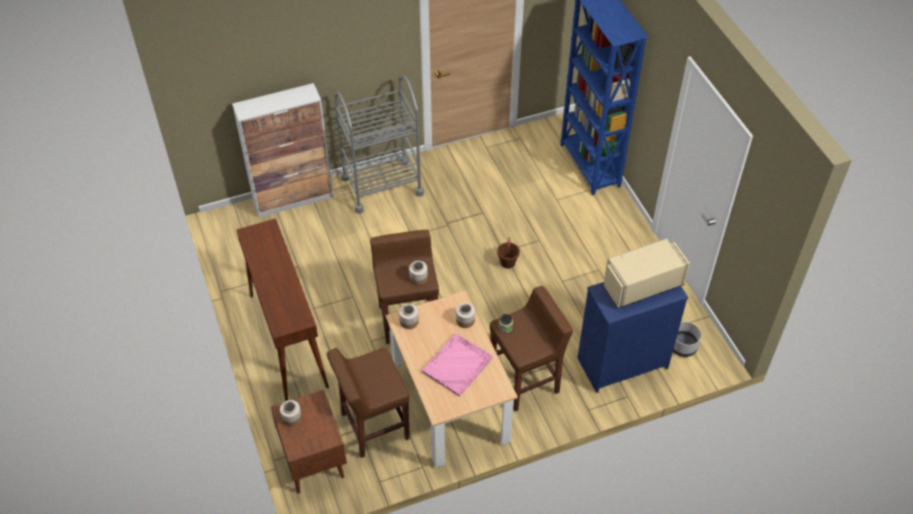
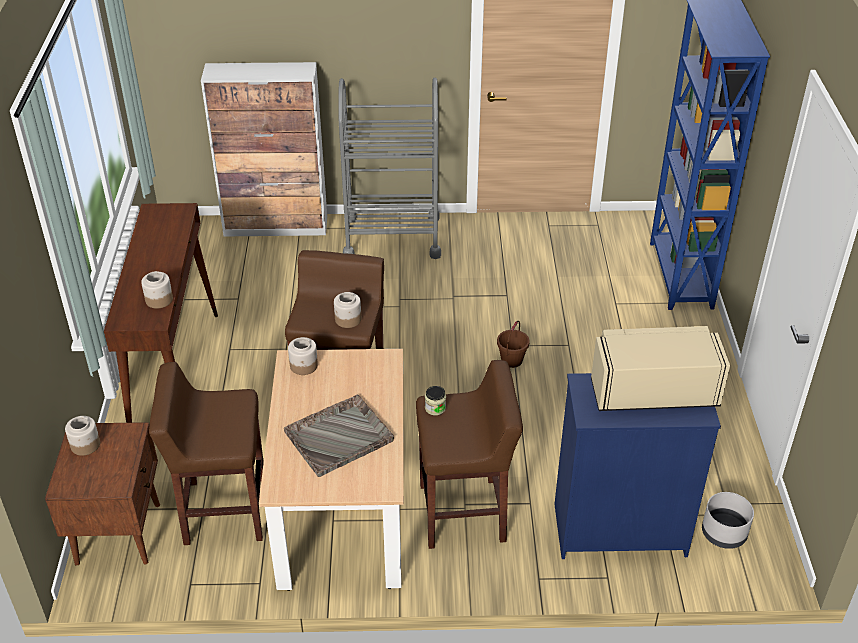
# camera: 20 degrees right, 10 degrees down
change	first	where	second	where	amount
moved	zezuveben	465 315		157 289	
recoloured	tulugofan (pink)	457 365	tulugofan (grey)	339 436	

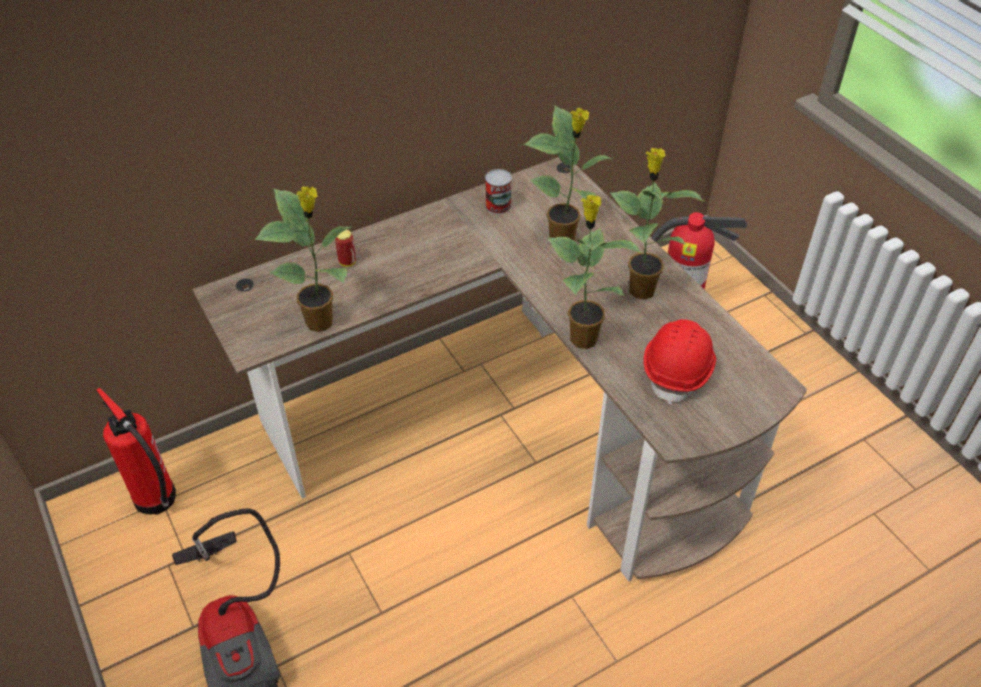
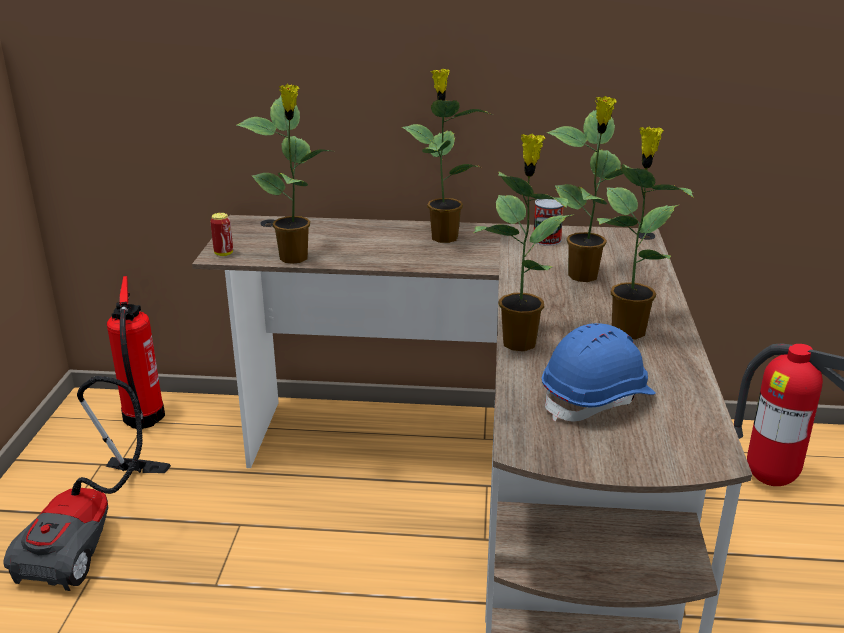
# camera: 35 degrees right, 20 degrees down
change	first	where	second	where	amount
moved	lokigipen	345 248		221 234	
recoloured	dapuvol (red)	679 362	dapuvol (blue)	599 372	
added			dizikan	447 156	

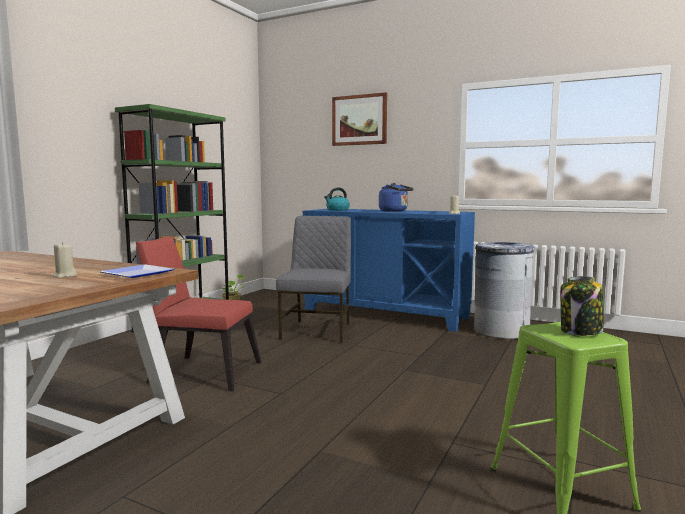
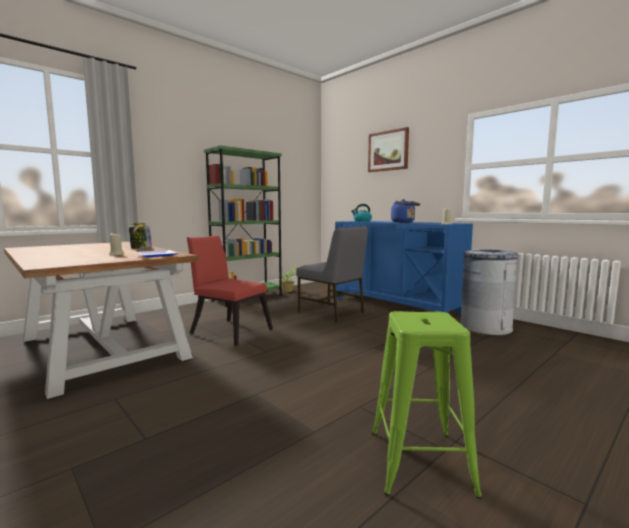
# camera: 20 degrees right, 0 degrees up
change	first	where	second	where	amount
turned	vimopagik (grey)	313 279		332 274	105 degrees clockwise
moved	zezuveben	582 306		140 236	

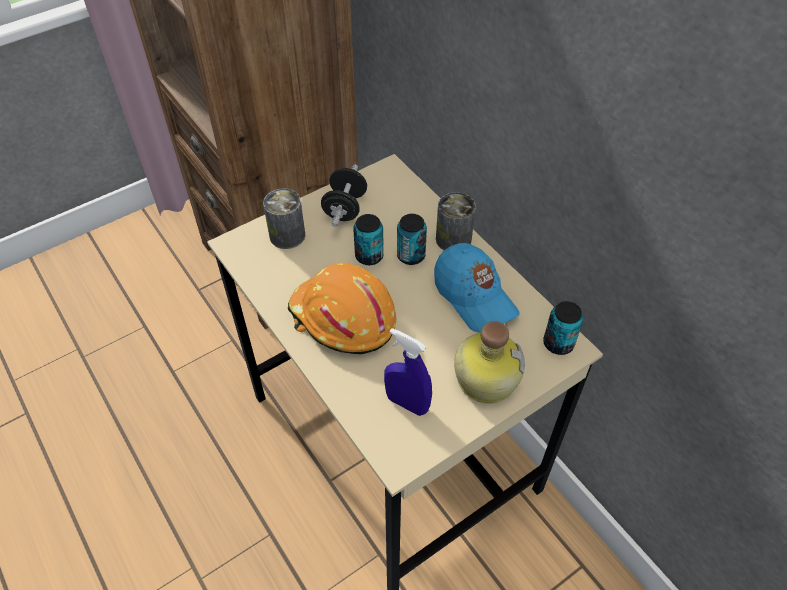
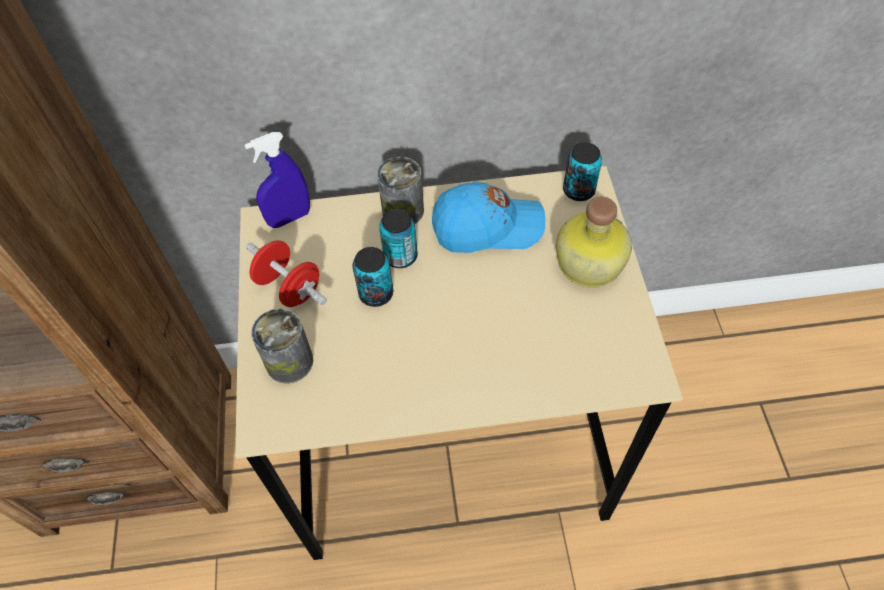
# camera: 60 degrees left, 5 degrees up
change	first	where	second	where	amount
recoloured	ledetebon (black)	344 196	ledetebon (red)	286 273	
removed	dapuvol (orange)	342 308			
moved	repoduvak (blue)	408 372		277 180	

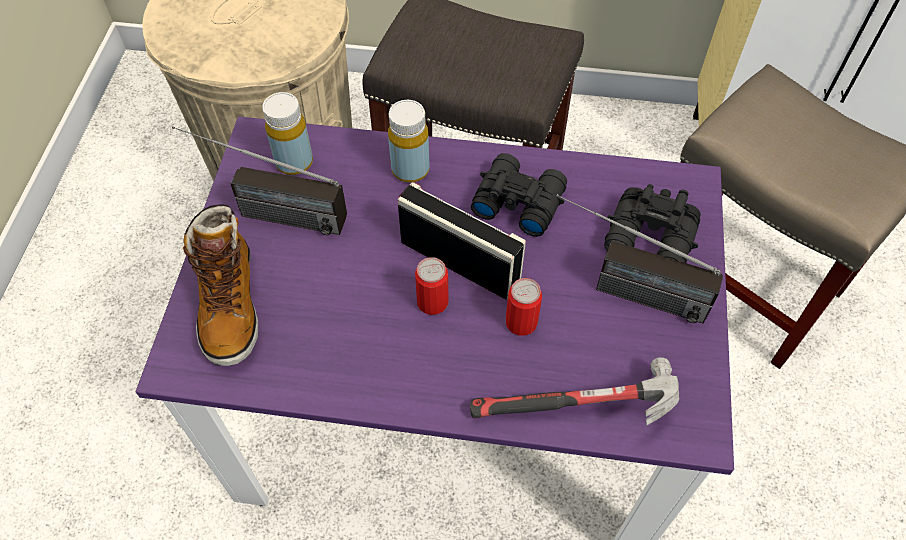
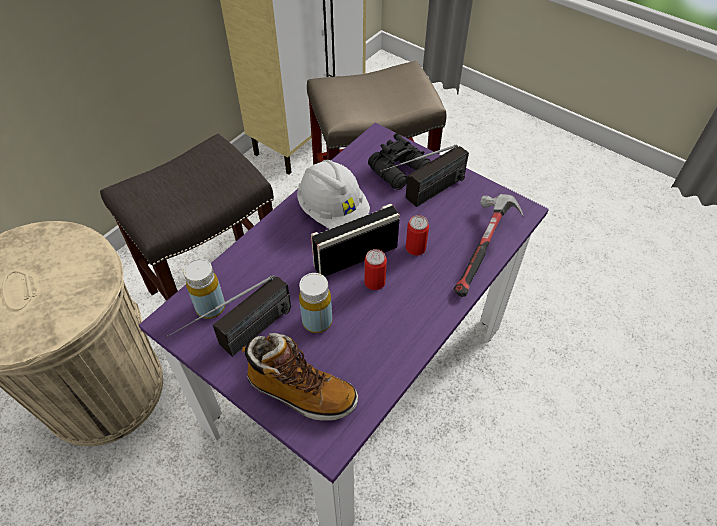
# camera: 60 degrees left, 5 degrees down
change	first	where	second	where	amount
moved	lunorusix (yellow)	409 141		315 303	
replaced	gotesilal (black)	519 195	dapuvol (white)	333 194	

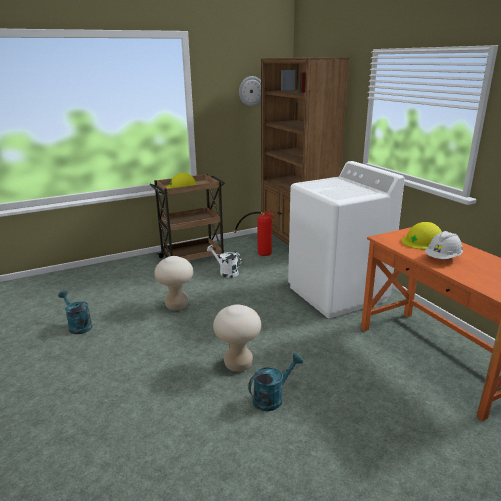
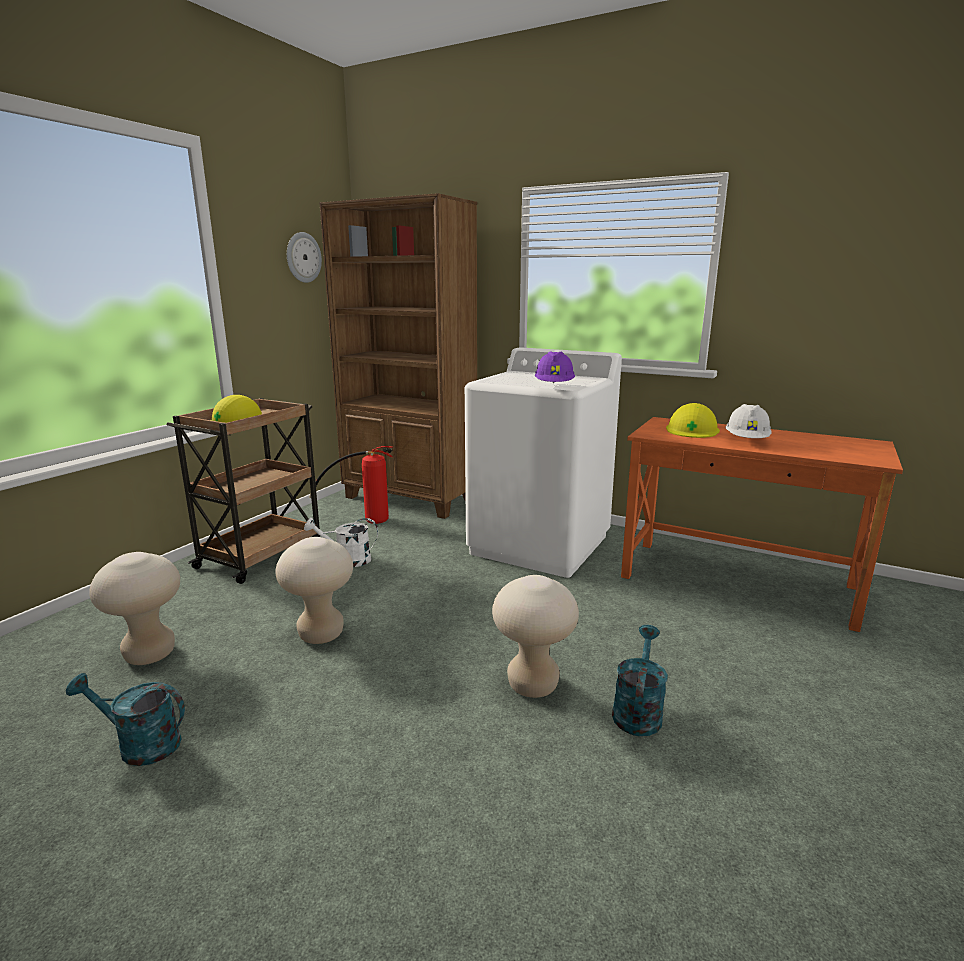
# camera: 35 degrees left, 5 degrees down
change	first	where	second	where	amount
added			dapuvol (purple)	554 367	
added			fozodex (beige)	134 608	

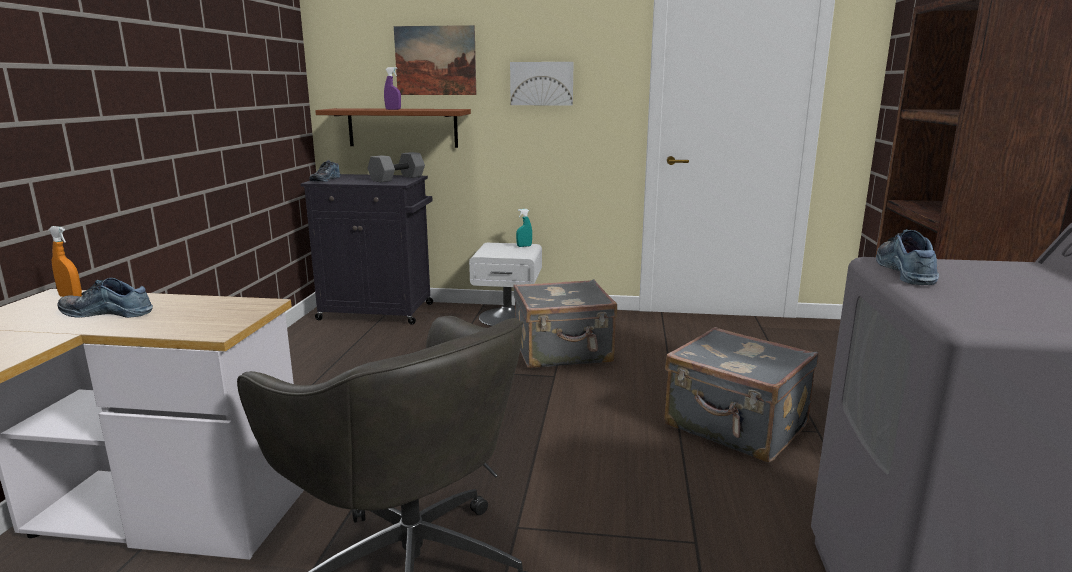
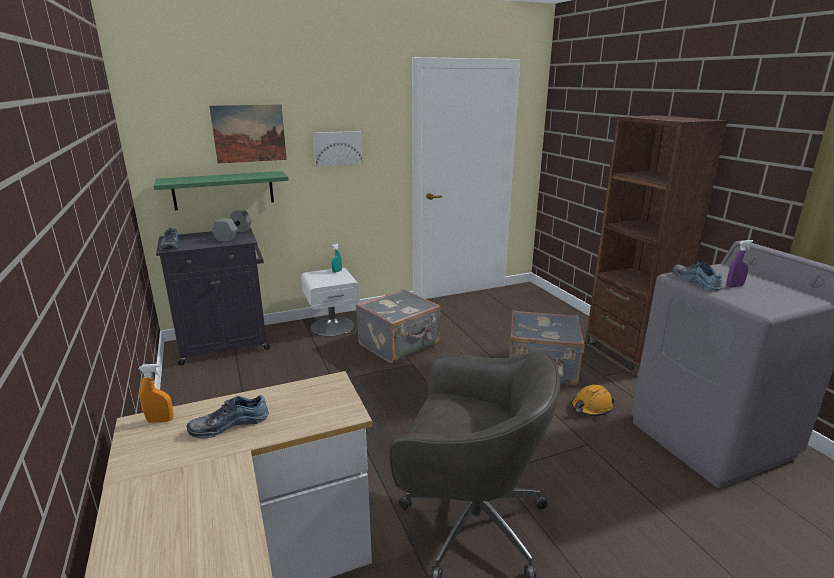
# camera: 30 degrees left, 5 degrees up
change	first	where	second	where	amount
moved	repoduvak (purple)	392 88		739 264	
recoloured	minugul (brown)	393 128	minugul (green)	221 190	
added			dapuvol (orange)	593 400	

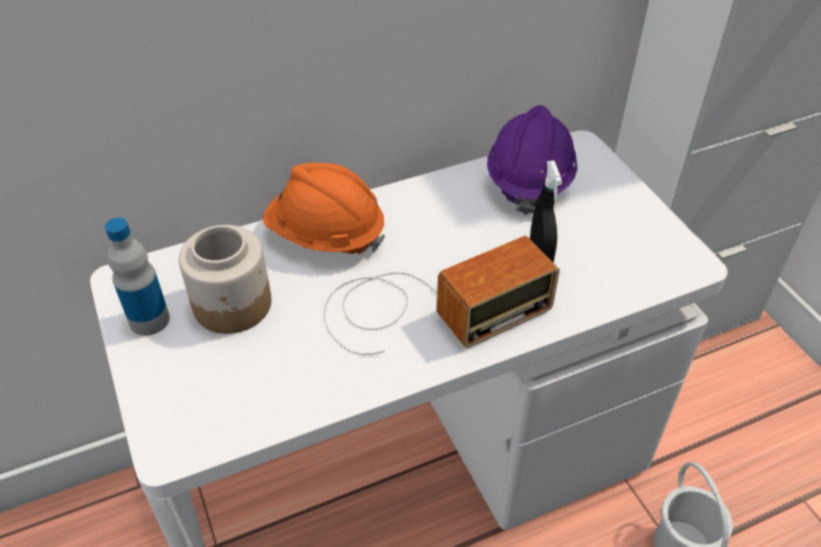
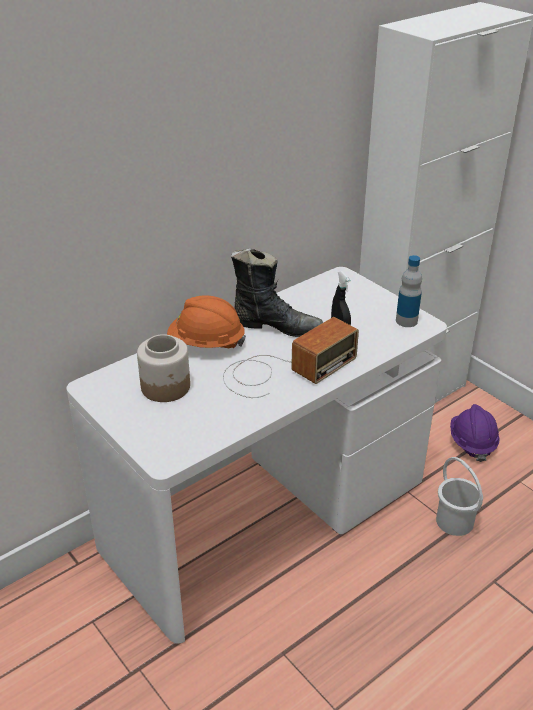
# camera: 15 degrees left, 10 degrees down
change	first	where	second	where	amount
moved	dapuvol (purple)	532 160		475 433	
moved	lunorusix	137 277		409 291	
added			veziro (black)	277 292	

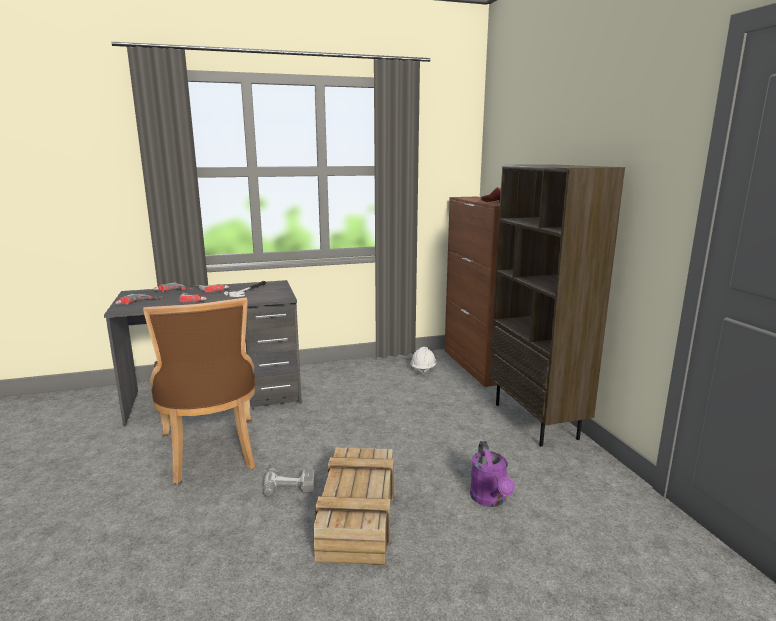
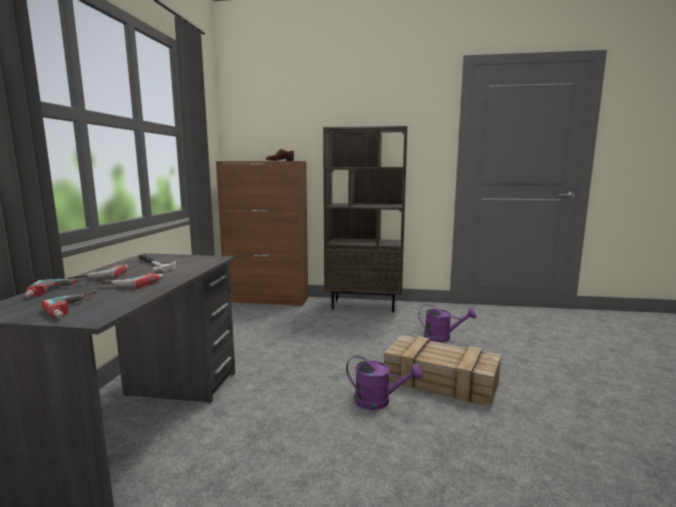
# camera: 65 degrees left, 5 degrees down
change	first	where	second	where	amount
removed	vimopagik (brown)	199 390			
removed	dapuvol (white)	423 361			
replaced	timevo	289 480	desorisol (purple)	384 383	

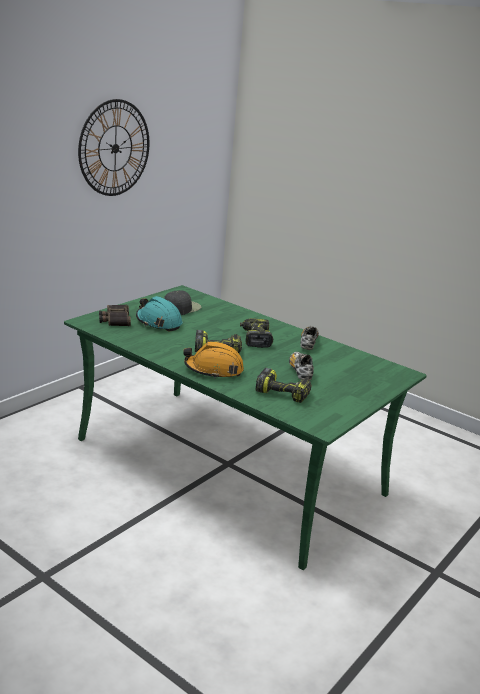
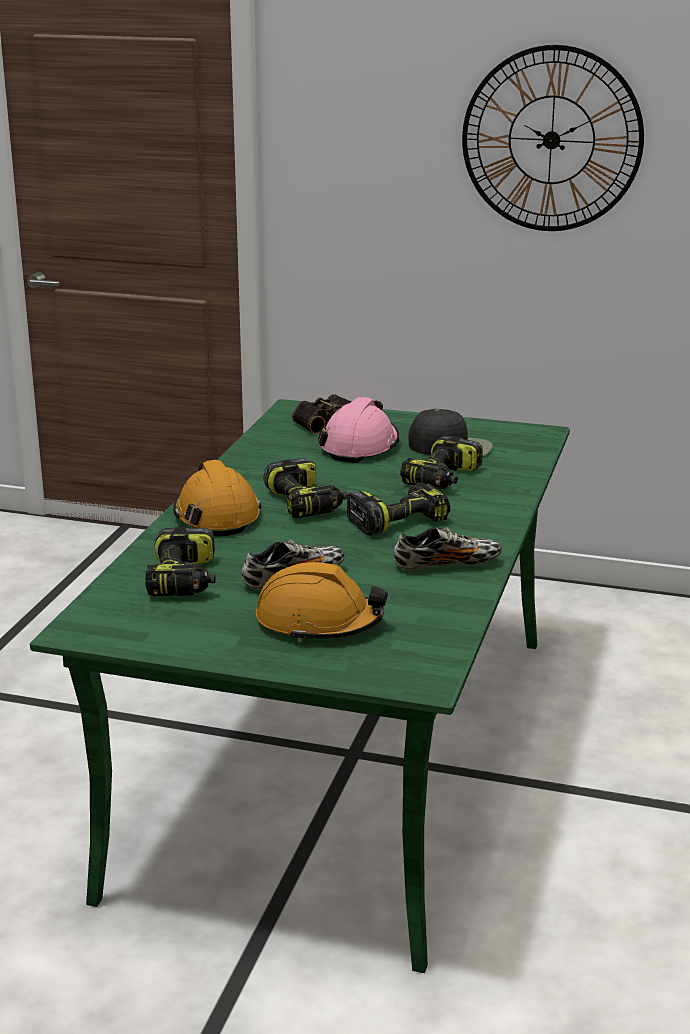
# camera: 70 degrees right, 0 degrees up
change	first	where	second	where	amount
recoloured	dapuvol (turquoise)	159 313	dapuvol (pink)	358 430	
added			timevo	441 462	
added			dapuvol (orange)	322 602	

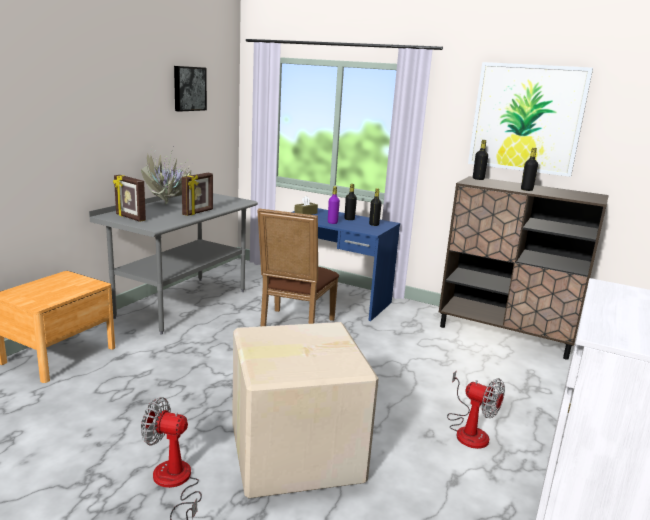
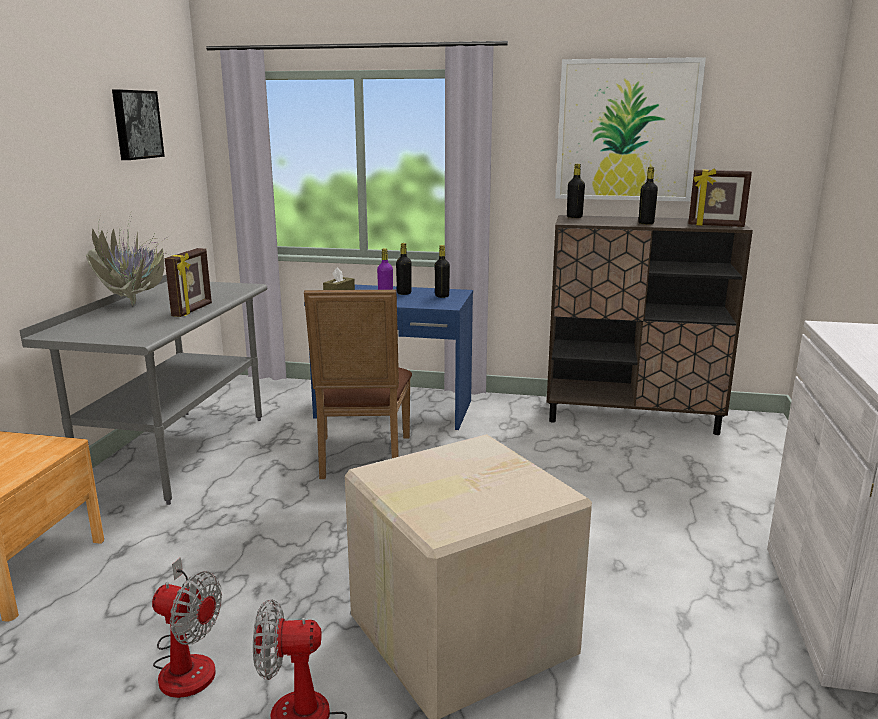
# camera: 15 degrees left, 0 degrees up
change	first	where	second	where	amount
moved	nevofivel	129 198		720 197	
moved	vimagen	476 409		187 627	

